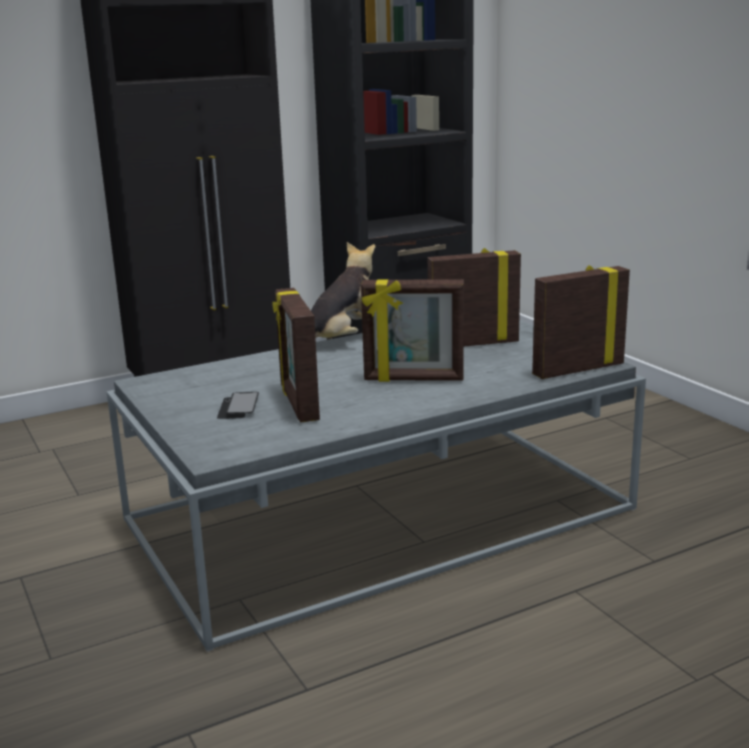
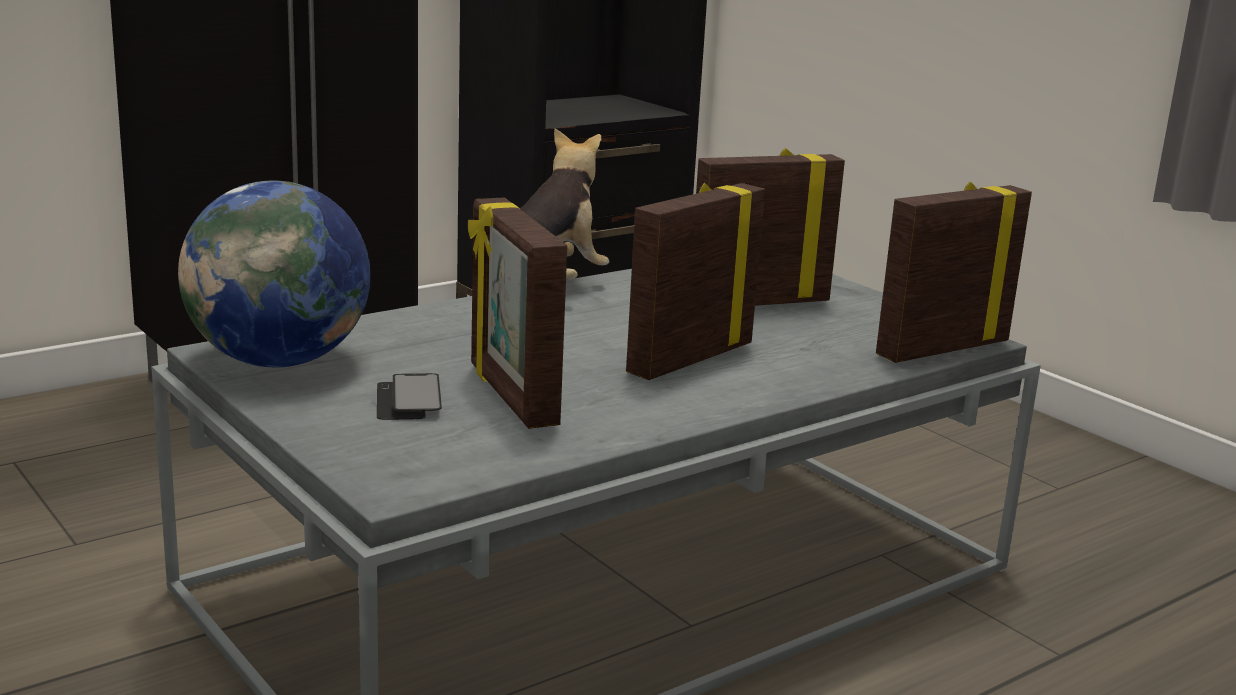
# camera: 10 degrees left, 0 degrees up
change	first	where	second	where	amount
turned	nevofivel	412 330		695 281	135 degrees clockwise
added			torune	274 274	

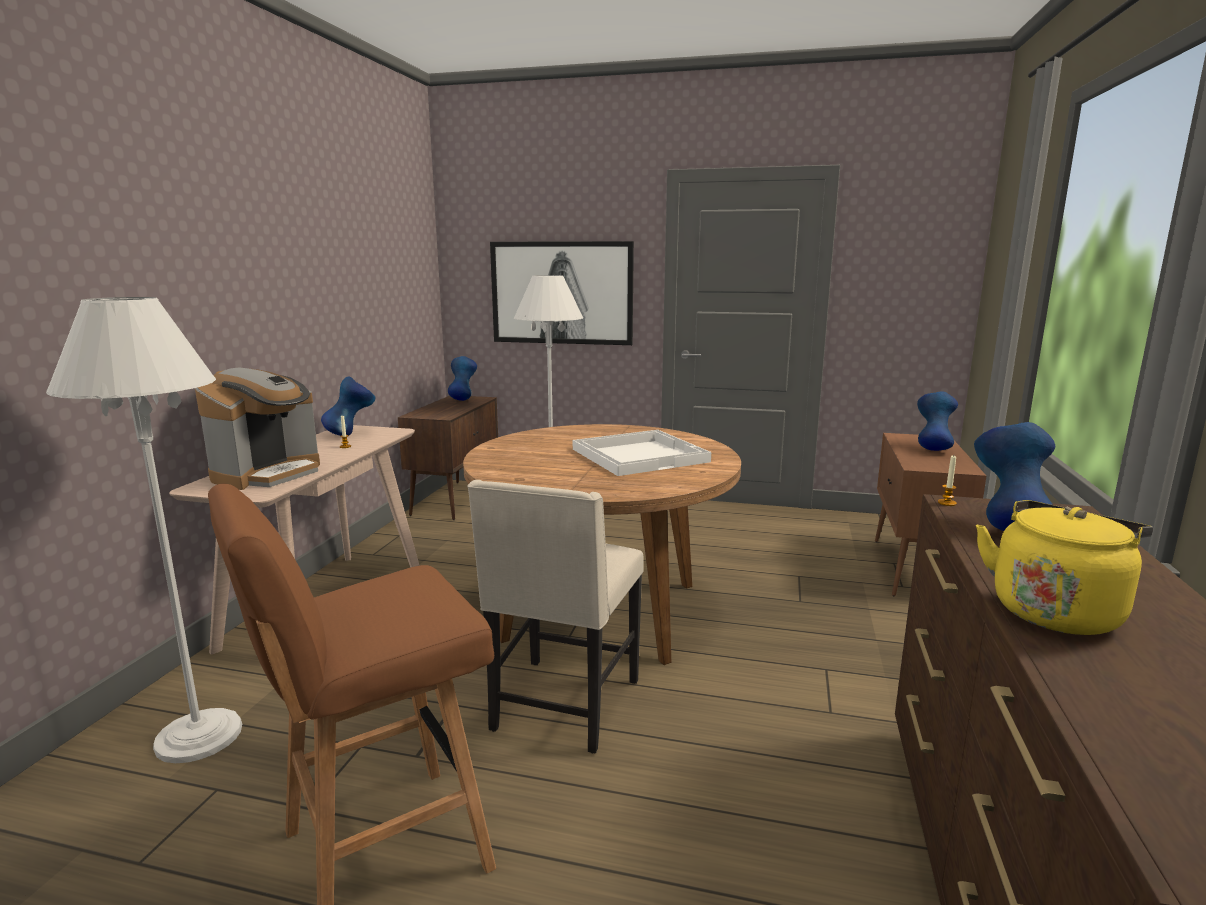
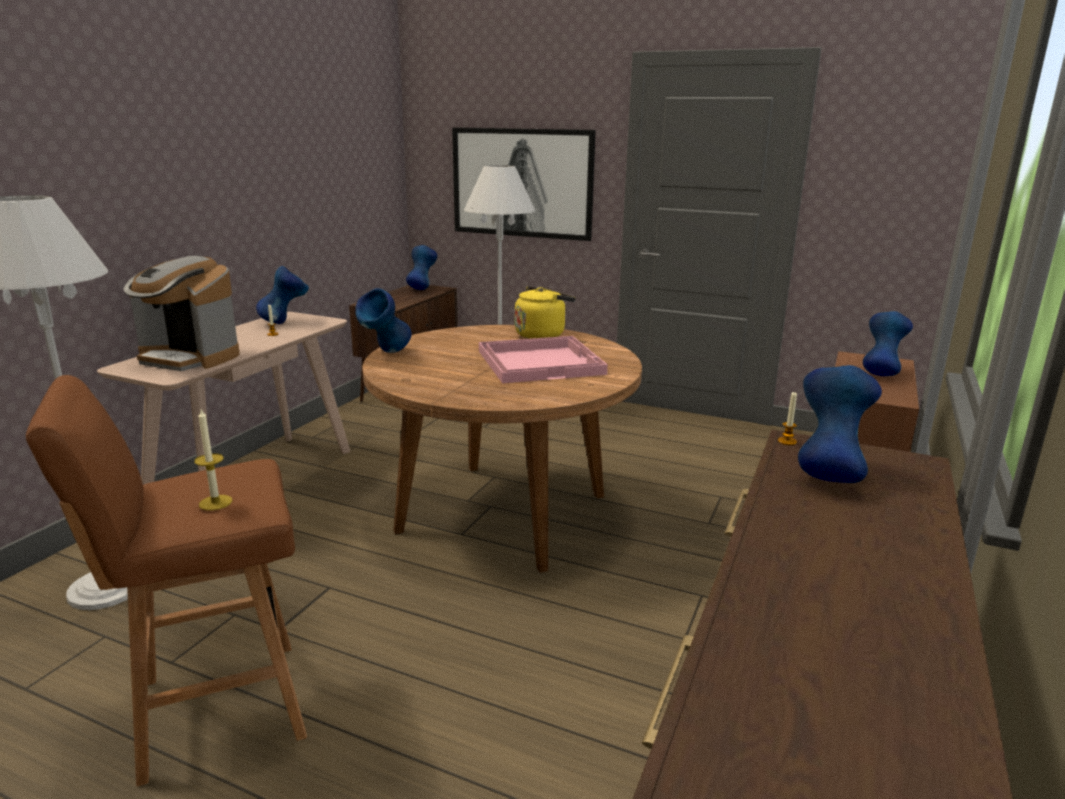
# camera: 10 degrees right, 5 degrees up
change	first	where	second	where	amount
turned	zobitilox	257 429		181 313	75 degrees clockwise
recoloured	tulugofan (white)	642 453	tulugofan (pink)	543 359	
removed	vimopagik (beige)	555 617			
moved	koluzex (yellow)	1064 567		545 312	
added			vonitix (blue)	383 320	
added			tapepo	213 459	

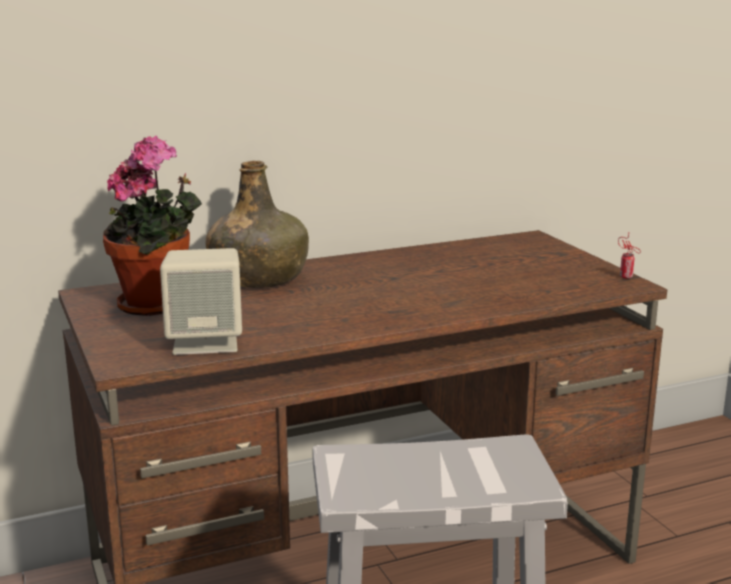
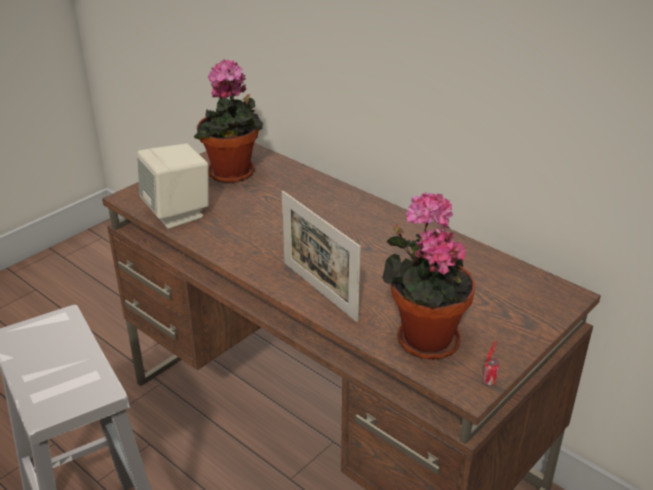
# camera: 65 degrees right, 15 degrees up
change	first	where	second	where	amount
removed	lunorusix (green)	257 224			
added			nevofivel	321 256	
added			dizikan	429 276	

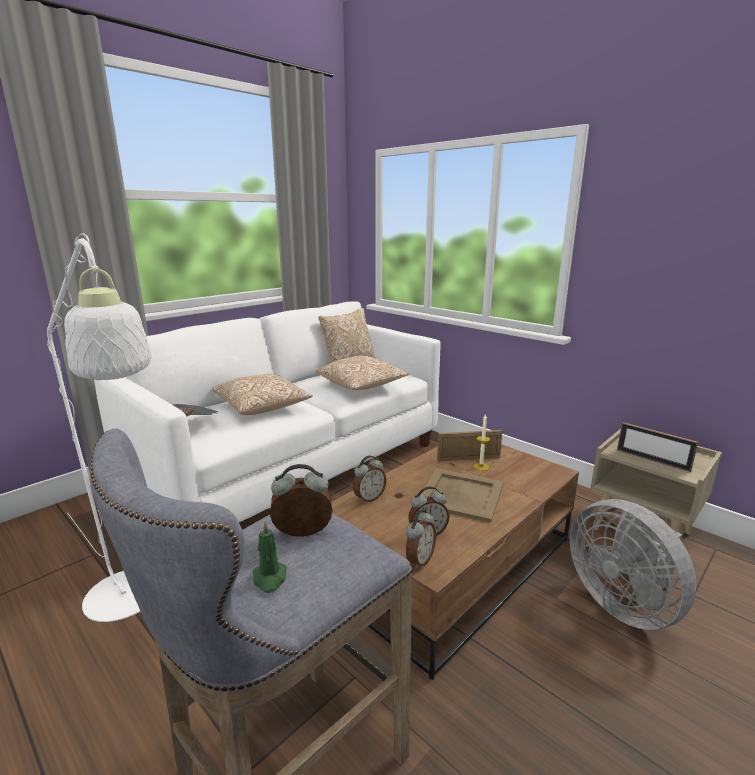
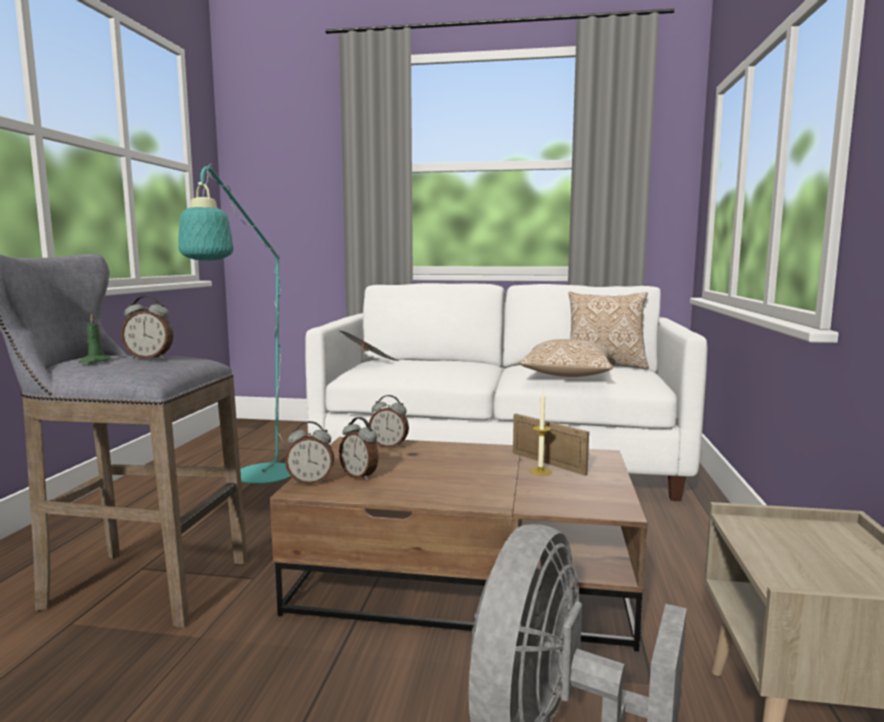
# camera: 55 degrees right, 10 degrees down
change	first	where	second	where	amount
recoloured	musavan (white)	99 427	musavan (turquoise)	234 323	
removed	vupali	262 394			
removed	nevofivel	657 447			
turned	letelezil	301 500		147 327	135 degrees clockwise
removed	tulugofan (beige)	462 495			

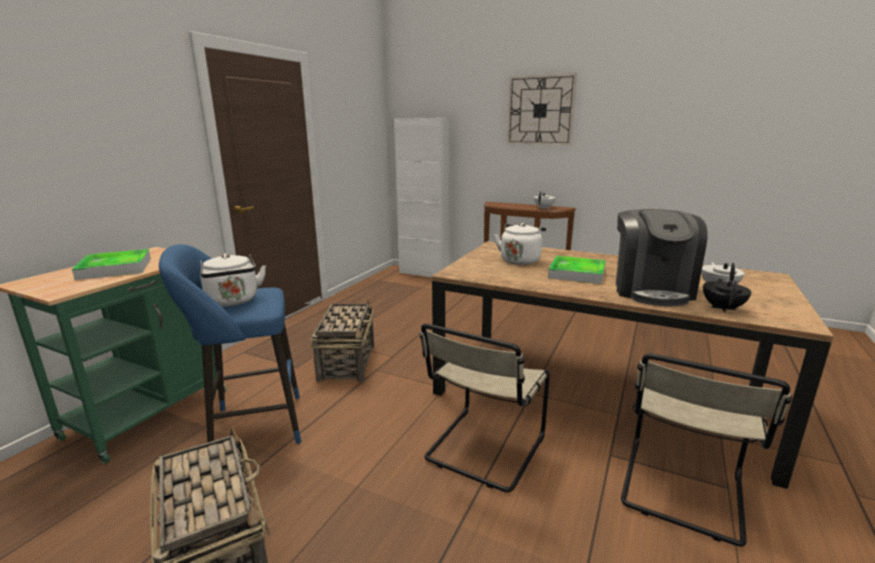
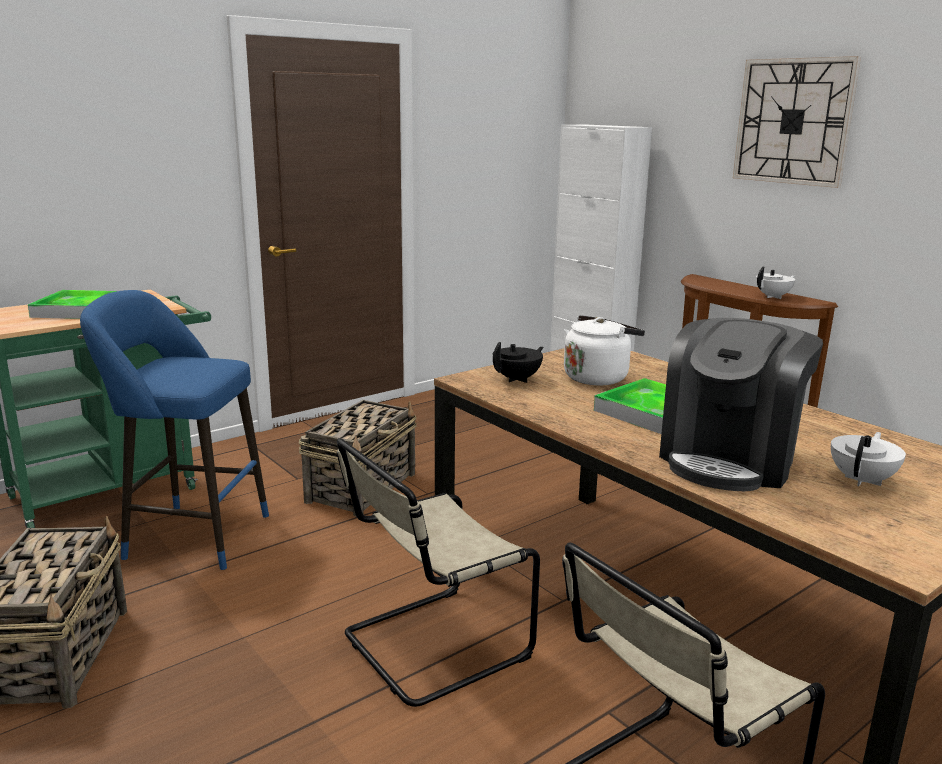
# camera: 25 degrees right, 0 degrees up
change	first	where	second	where	amount
removed	koluzex (white)	233 280			
moved	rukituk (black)	727 295		518 362	

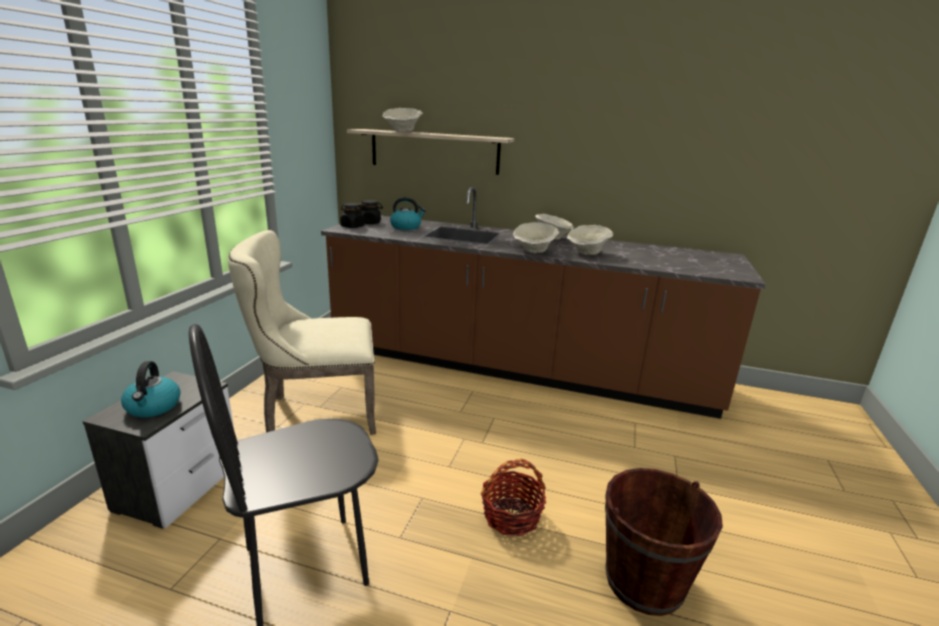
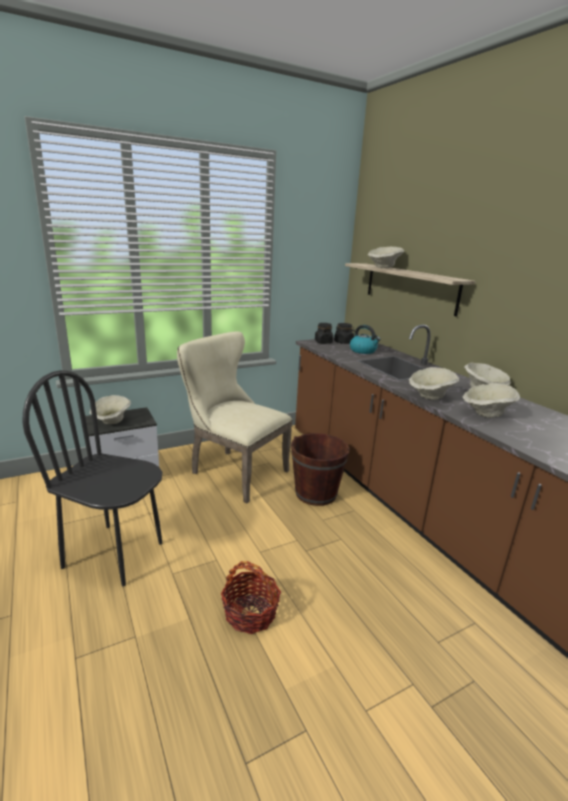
# camera: 45 degrees right, 0 degrees up
change	first	where	second	where	amount
replaced	koluzex	151 389	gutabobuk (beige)	110 409	
moved	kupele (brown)	664 542		320 469	

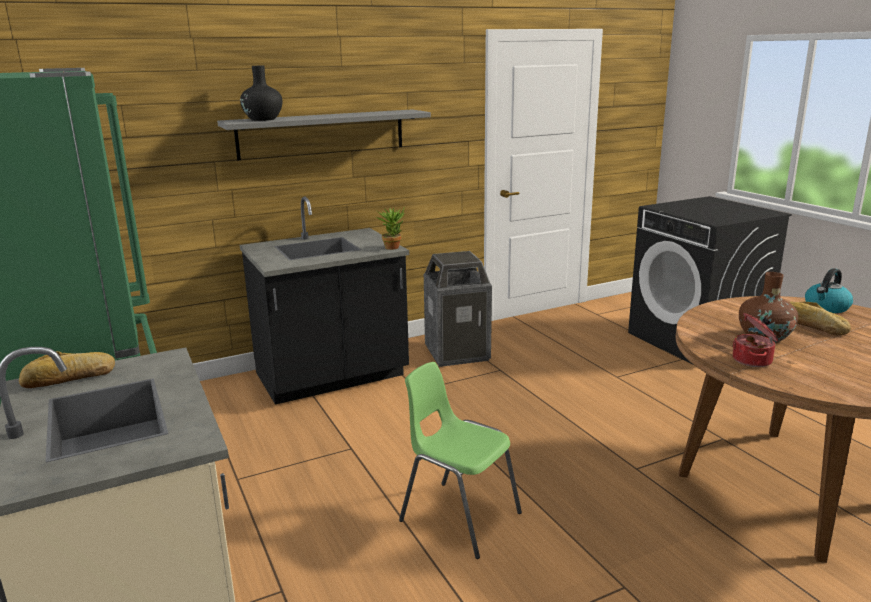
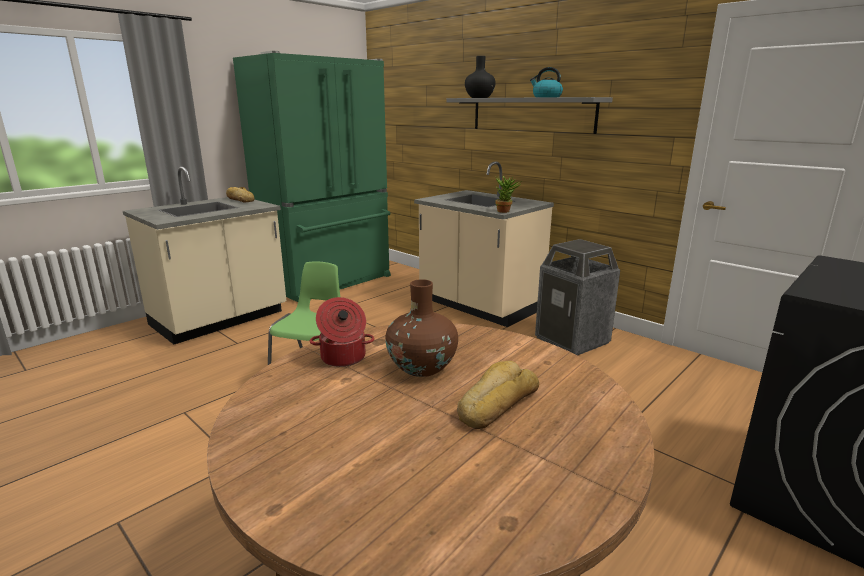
# camera: 70 degrees right, 0 degrees up
change	first	where	second	where	amount
recoloured	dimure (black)	324 301	dimure (beige)	484 244	
moved	koluzex	829 290		546 82	

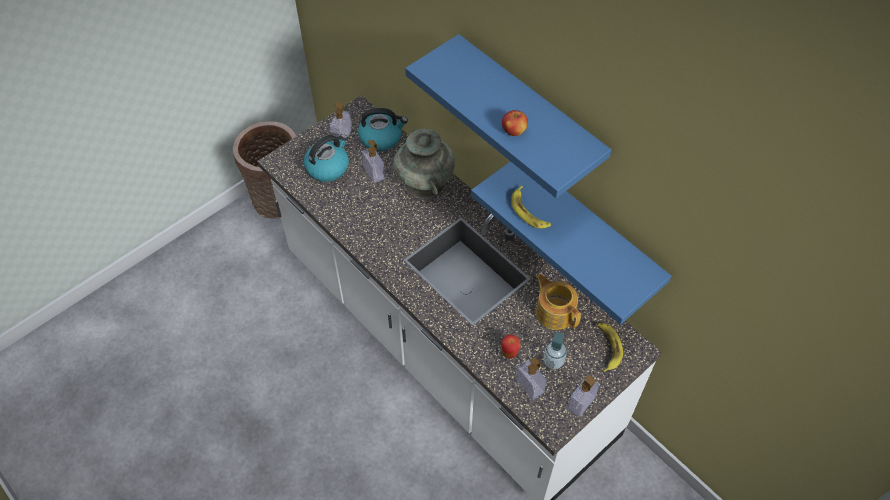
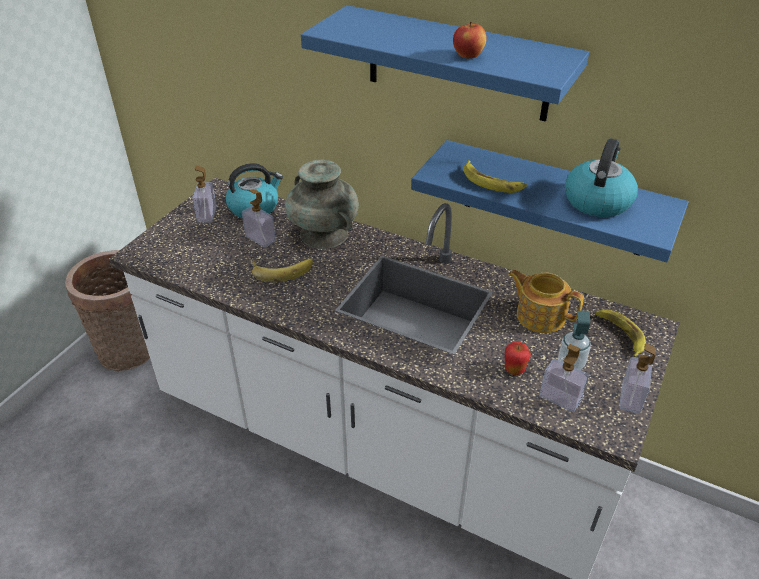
# camera: 20 degrees left, 15 degrees down
change	first	where	second	where	amount
moved	koluzex	326 158		601 178	
added			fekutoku	282 270	

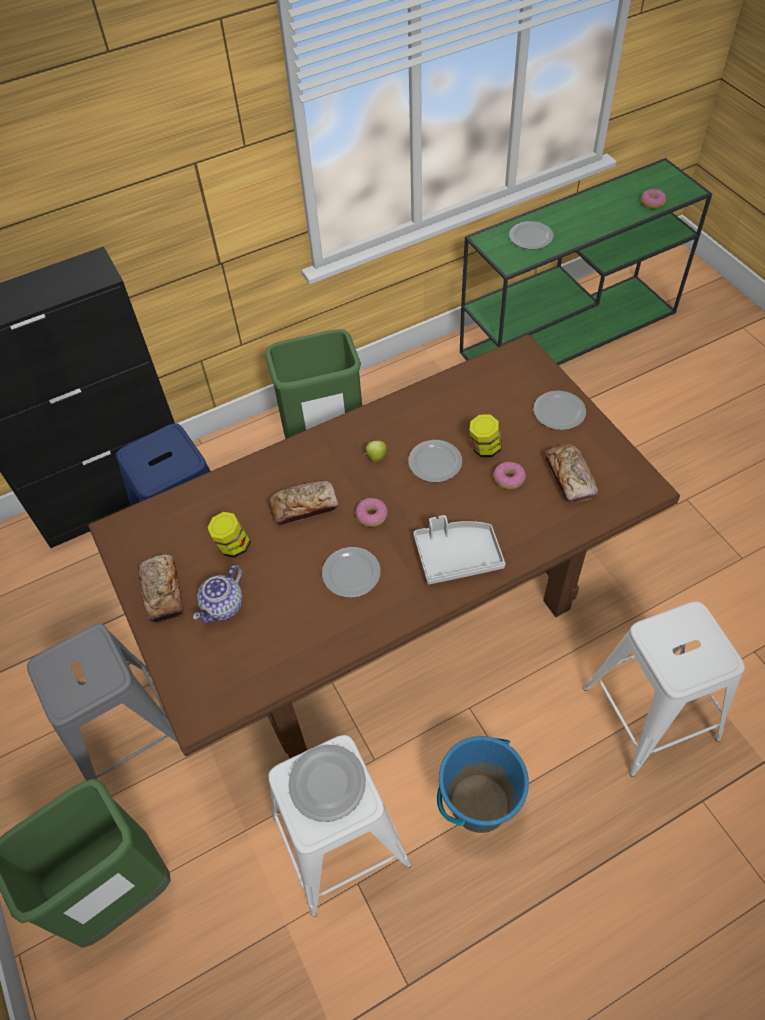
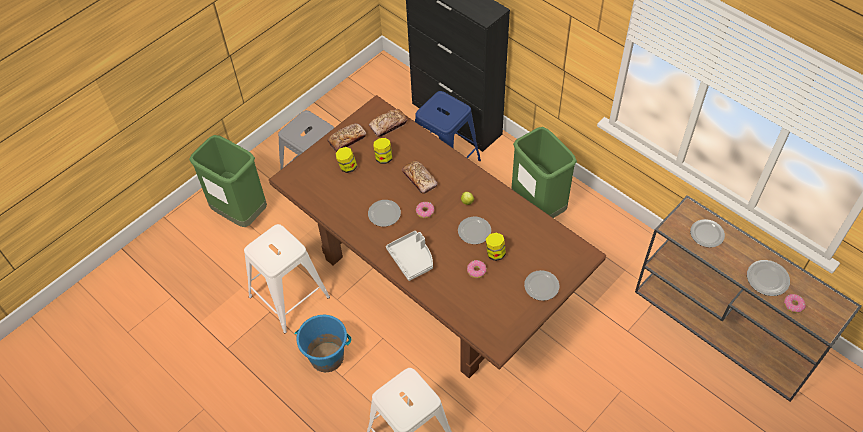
# camera: 70 degrees right, 0 degrees up
change	first	where	second	where	amount
recoloured	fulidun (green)	586 261	fulidun (brown)	748 298	
moved	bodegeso	572 473		388 123	
replaced	rukituk	218 594	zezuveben	346 160	
moved	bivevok	327 783		768 278	

